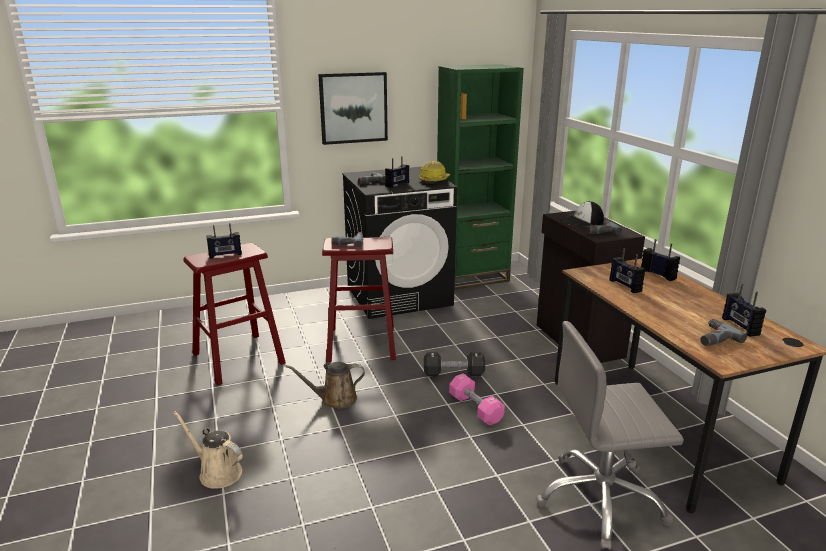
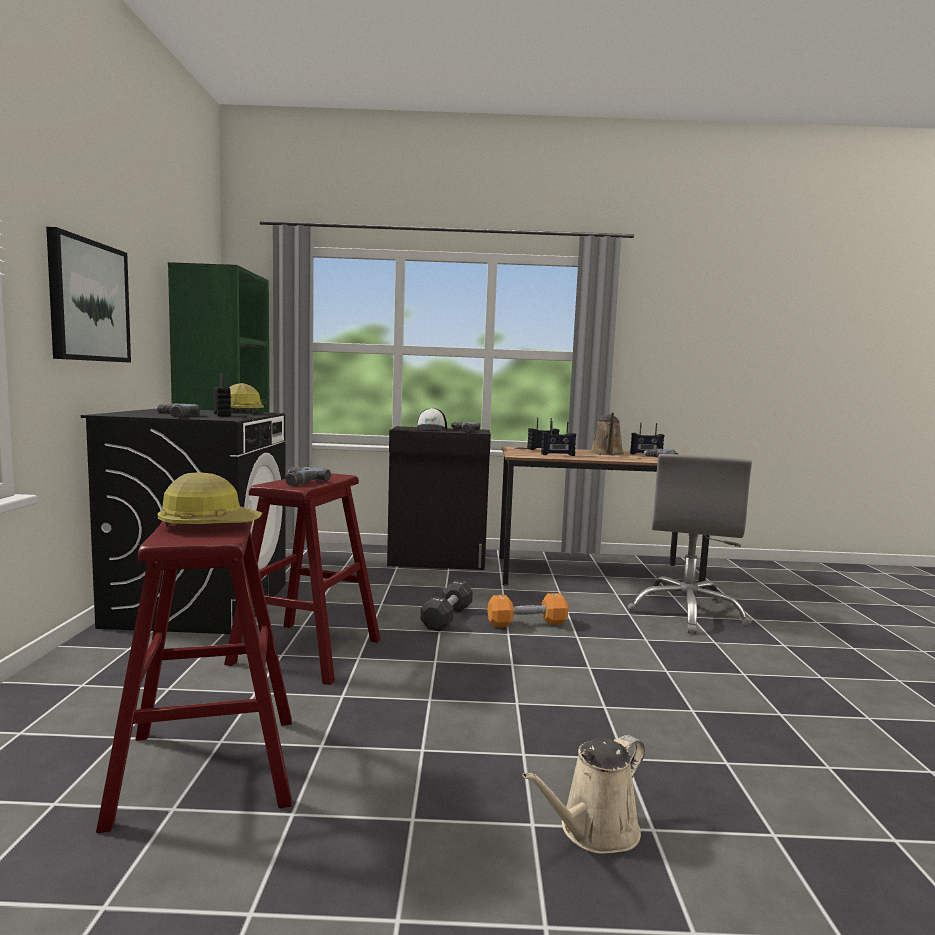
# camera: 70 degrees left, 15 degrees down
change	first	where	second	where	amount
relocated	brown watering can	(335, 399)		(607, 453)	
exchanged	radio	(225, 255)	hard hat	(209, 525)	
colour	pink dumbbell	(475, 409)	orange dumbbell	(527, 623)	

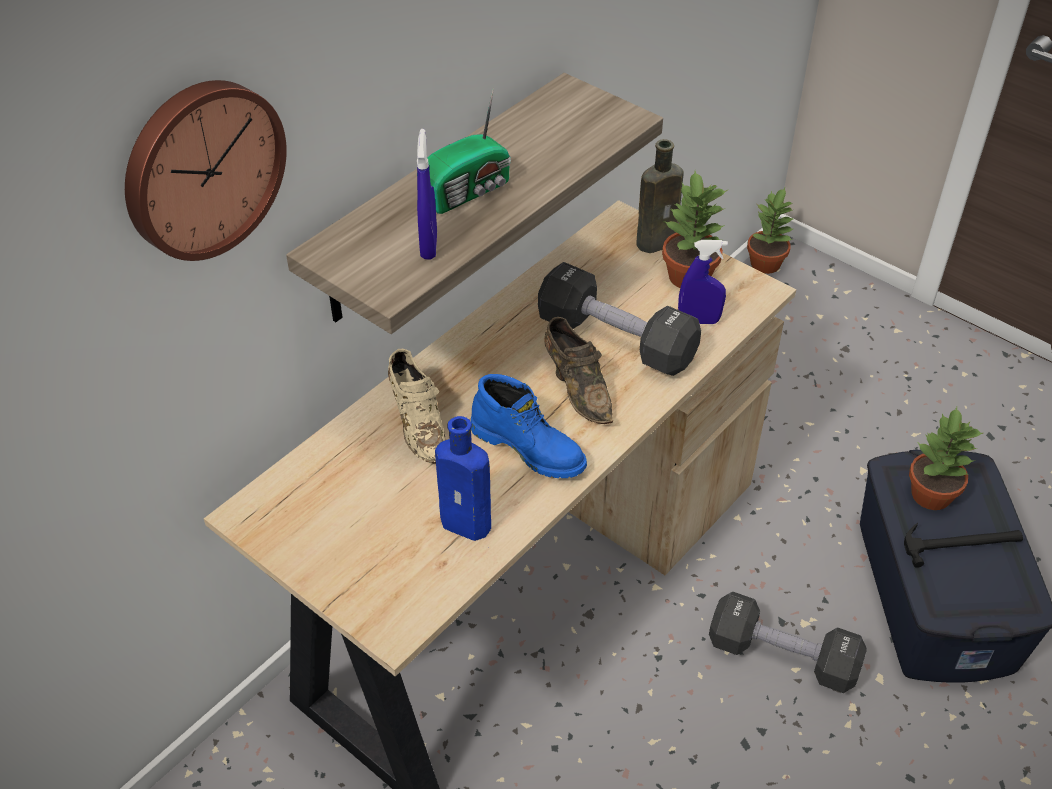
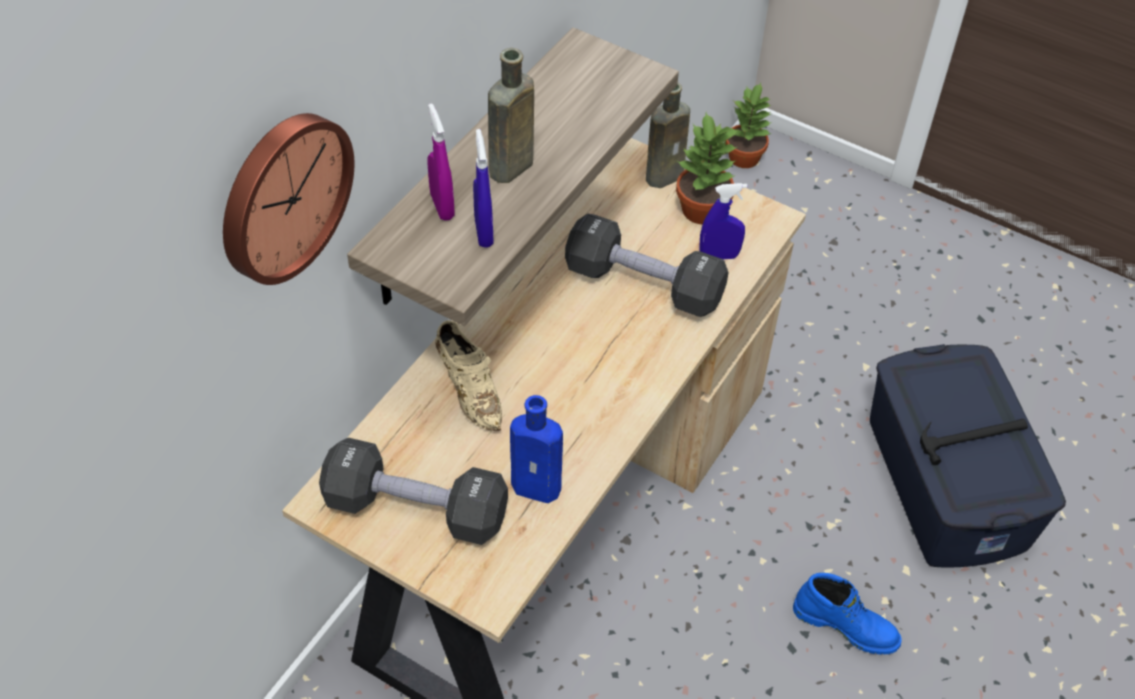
# camera: 10 degrees left, 5 degrees up
change	first	where	second	where	amount
missing	brown shoe	(578, 388)			
missing	potted plant	(930, 495)			
appeared			purple spray bottle	(442, 206)	
relocated	blue boot	(529, 447)		(846, 625)	
relocated	black dumbbell	(782, 656)		(416, 508)	
exchanged	radio	(468, 191)	brown bottle	(508, 169)	

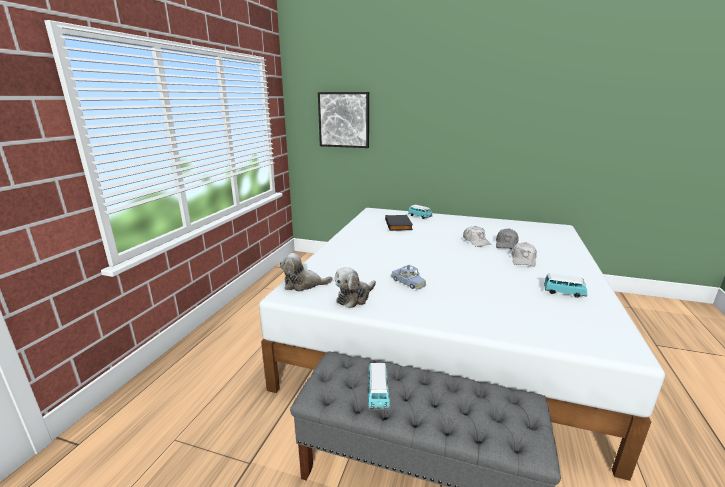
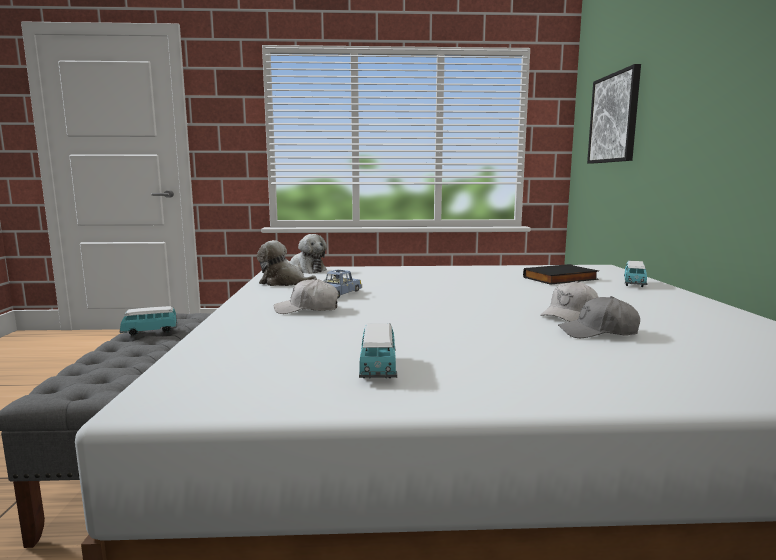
# camera: 70 degrees right, 10 degrees down
change	first	where	second	where	amount
relocated	white cap	(523, 260)		(307, 309)	
spun	plush toy	(303, 284)		(305, 270)	150 degrees clockwise

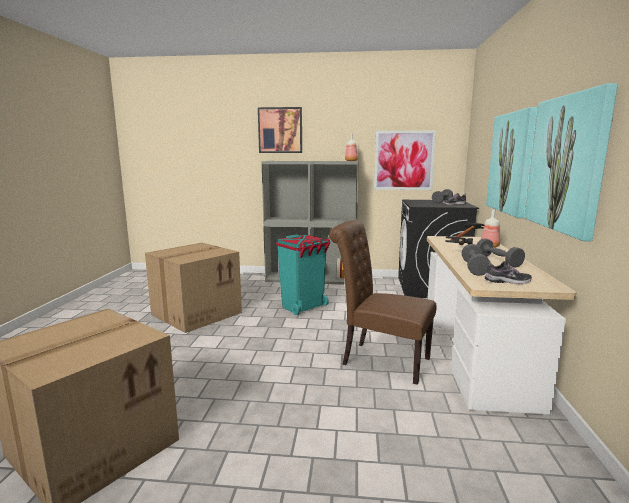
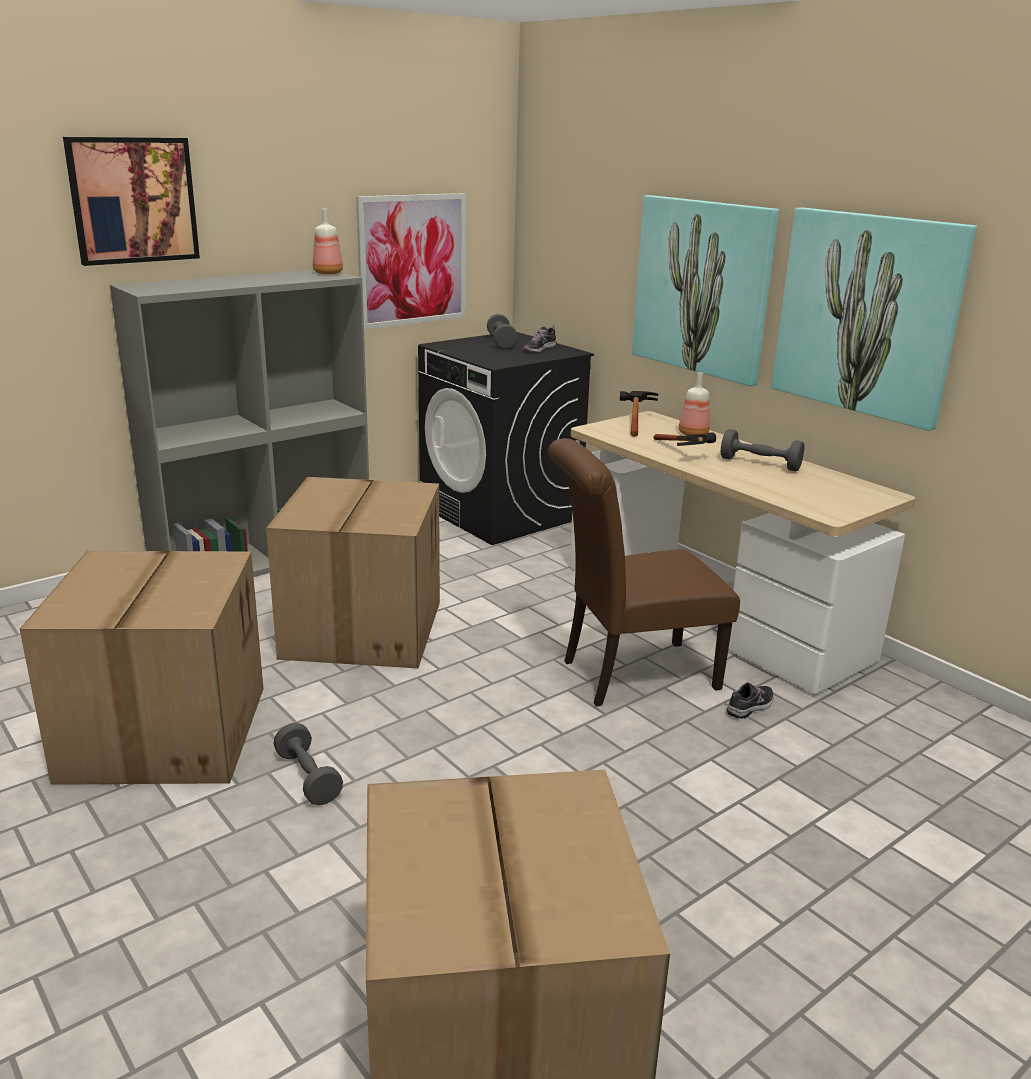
# camera: 45 degrees left, 10 degrees up
change	first	where	second	where	amount
relocated	grey dumbbell	(474, 268)		(308, 778)	
relocated	shoe	(507, 281)		(750, 707)	
exchanged	turquoise trash can	(303, 307)	cardboard box	(361, 628)	

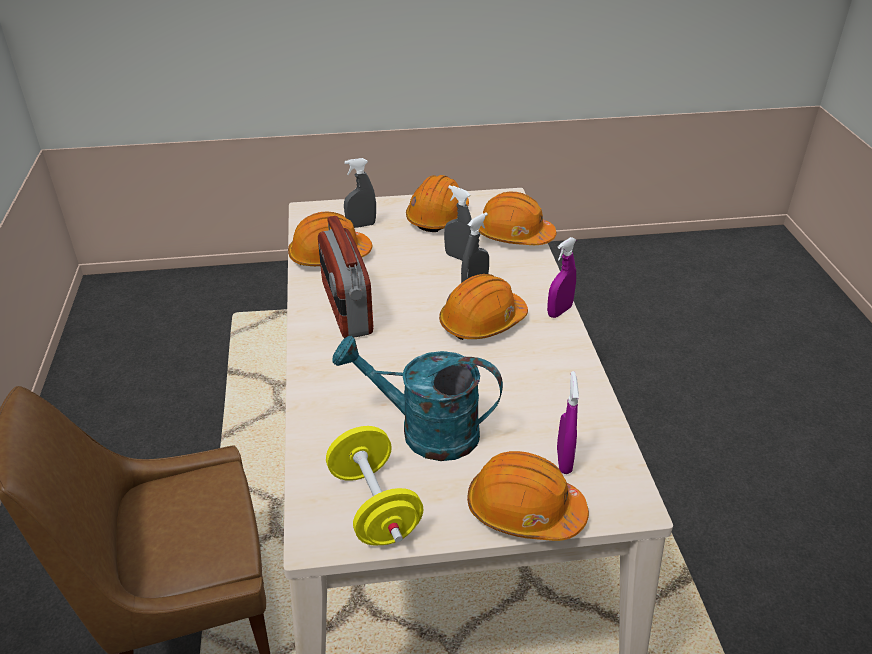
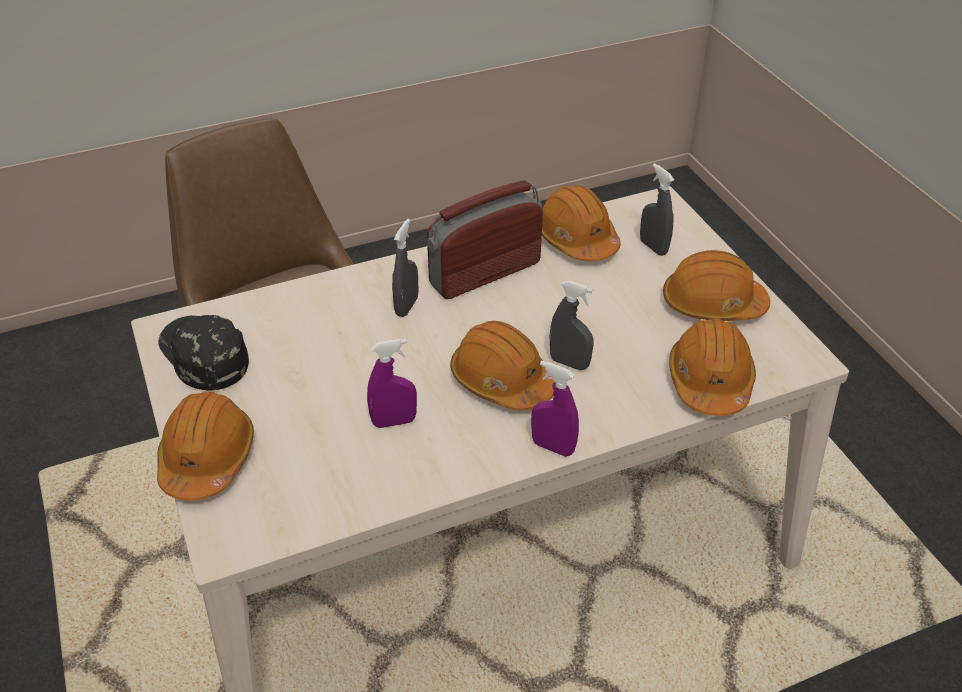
# camera: 75 degrees right, 5 degrees up
change	first	where	second	where	amount
missing	turquoise watering can	(425, 431)			
relocated	grey spray bottle	(458, 257)		(406, 306)	
relocated	purple spray bottle	(564, 460)		(394, 422)	
exchanged	yellow dumbbell	(374, 506)	black cap	(202, 355)	

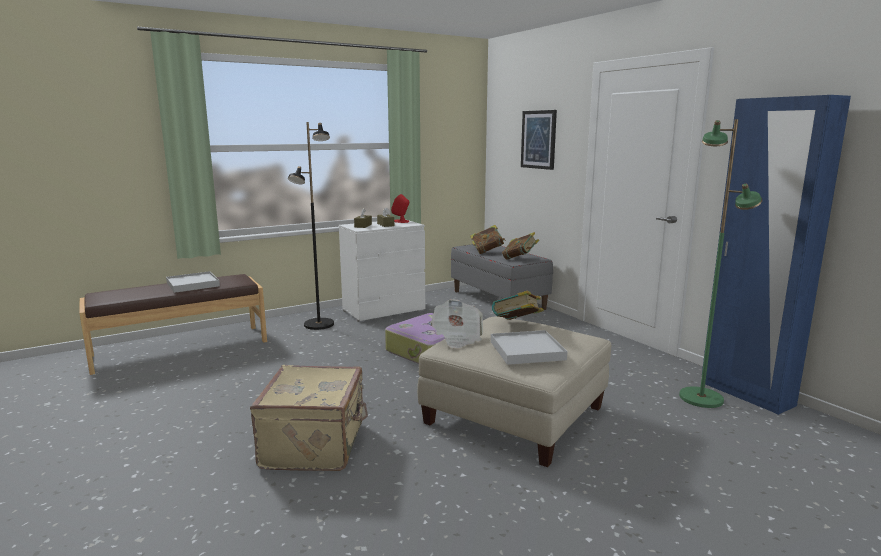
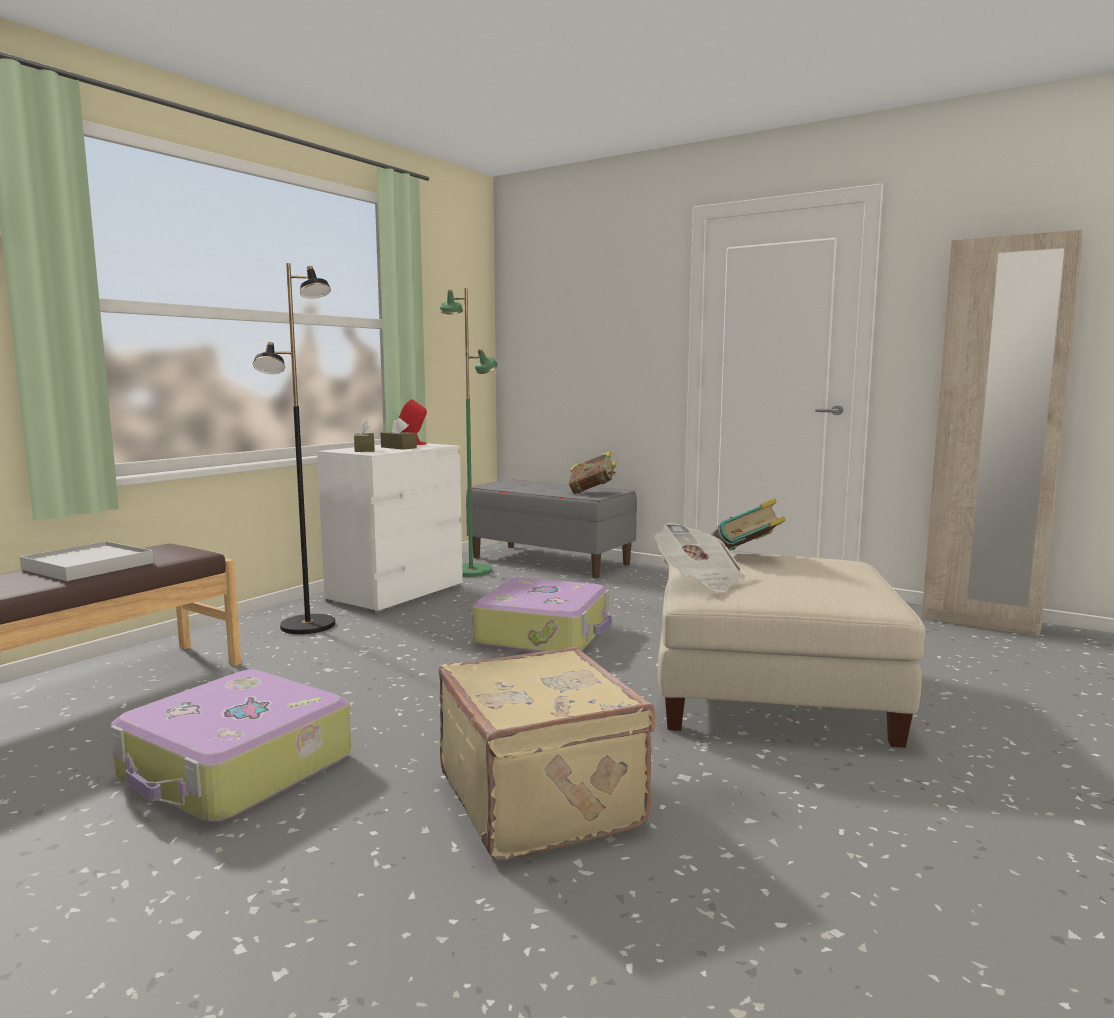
# camera: 25 degrees left, 5 degrees down
change	first	where	second	where	amount
missing	book	(487, 252)			
missing	white tray	(527, 351)			
missing	picture	(538, 139)			
appeared			suitcase	(236, 769)	
relocated	green floor lamp	(701, 398)		(471, 571)	
colour	blue wardrobe	(746, 394)	beige wardrobe	(980, 622)	

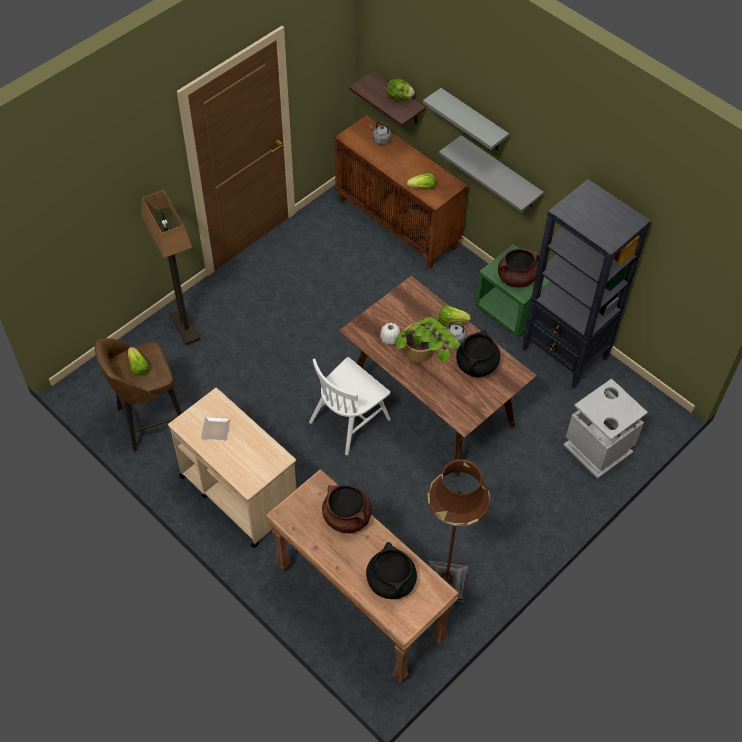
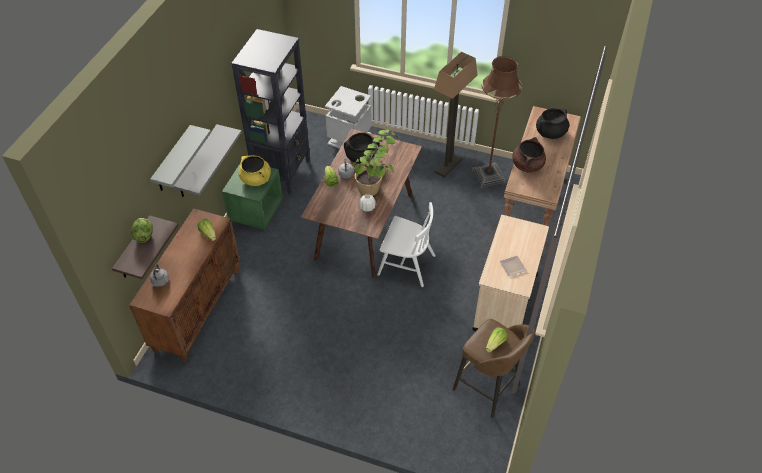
# camera: 115 degrees left, 5 degrees down
change	first	where	second	where	amount
relocated	floor lamp	(184, 327)		(448, 166)	
colour	brown cooking pot	(516, 278)	yellow cooking pot	(256, 179)	

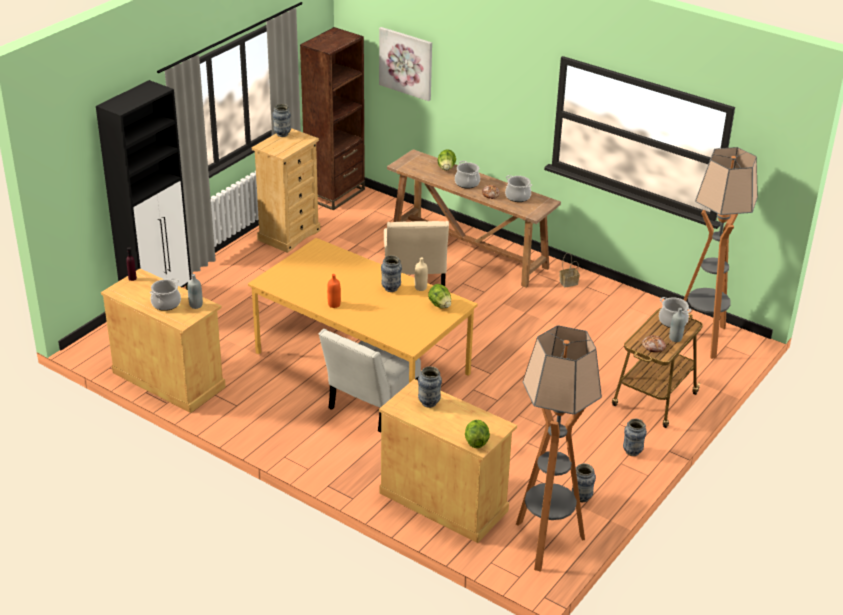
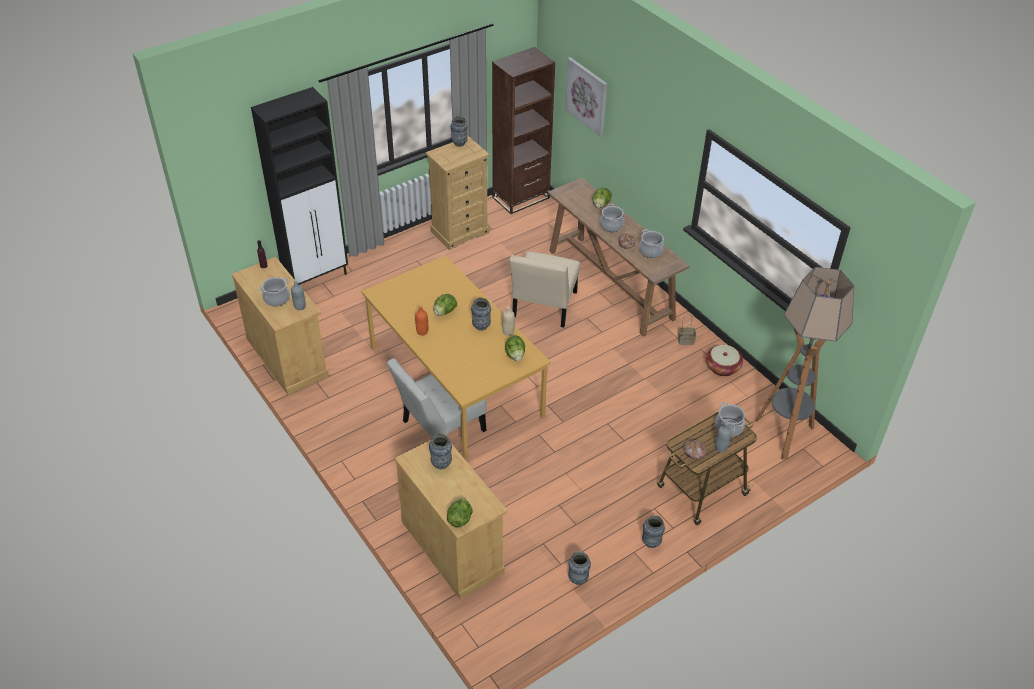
# camera: 20 degrees right, 10 degrees up
change	first	where	second	where	amount
missing	floor lamp	(546, 543)			
appeared			lettuce	(444, 312)	
appeared			basket	(722, 367)	

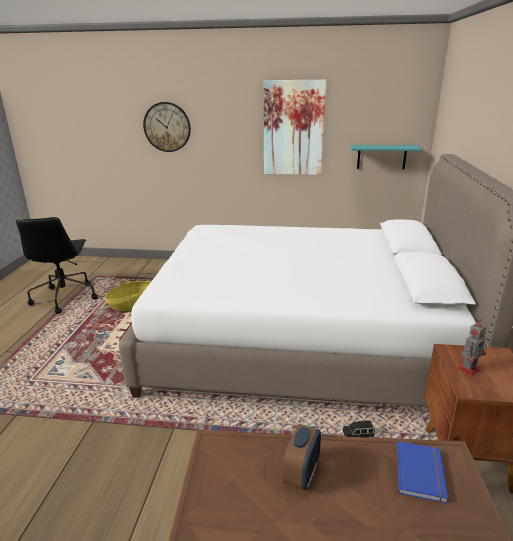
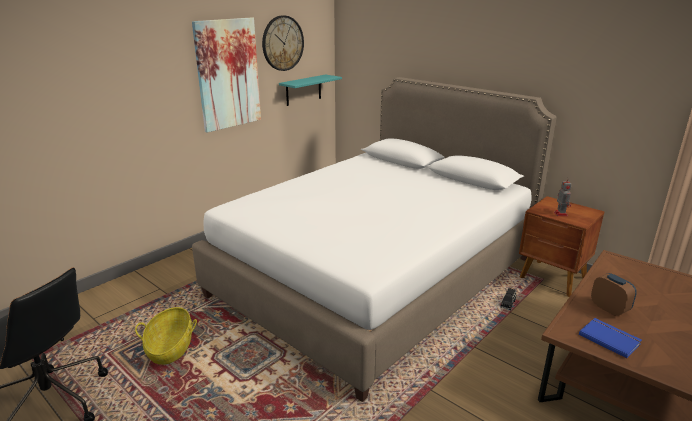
# camera: 55 degrees left, 0 degrees up
change	first	where	second	where	amount
relocated	wall clock	(167, 127)		(282, 43)	
relocated	blue book	(421, 472)		(609, 338)	

